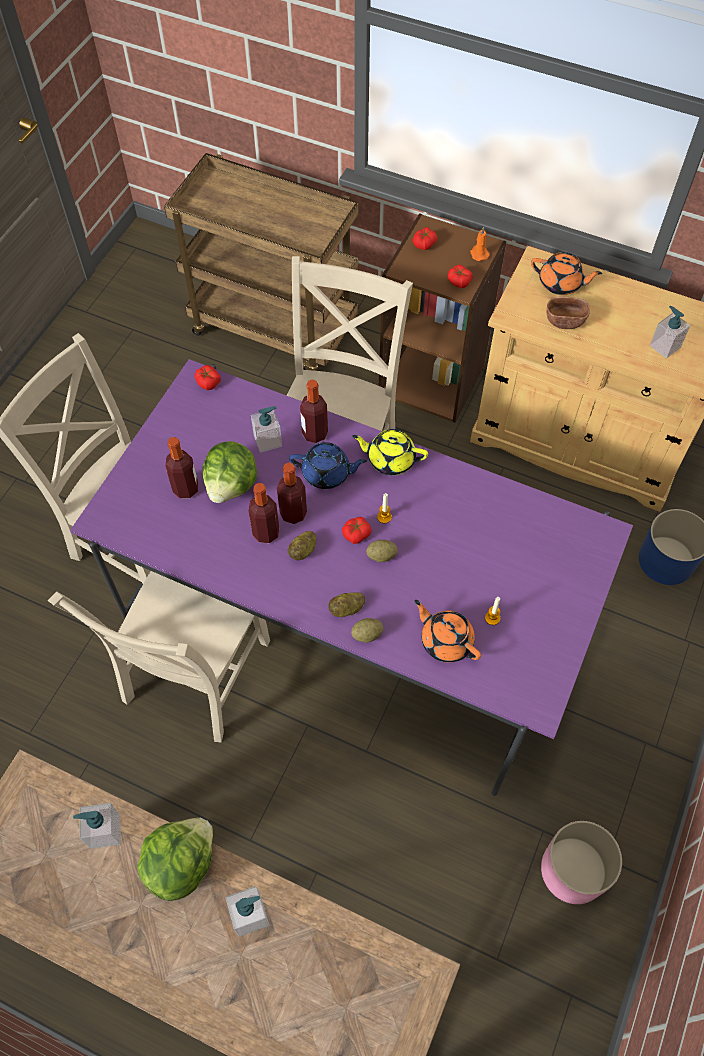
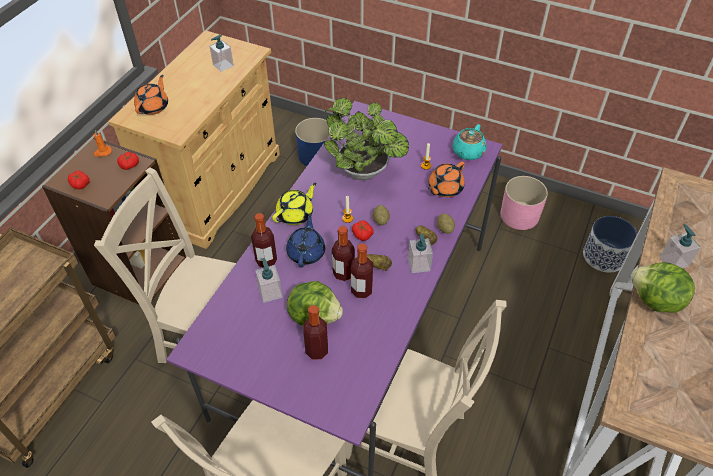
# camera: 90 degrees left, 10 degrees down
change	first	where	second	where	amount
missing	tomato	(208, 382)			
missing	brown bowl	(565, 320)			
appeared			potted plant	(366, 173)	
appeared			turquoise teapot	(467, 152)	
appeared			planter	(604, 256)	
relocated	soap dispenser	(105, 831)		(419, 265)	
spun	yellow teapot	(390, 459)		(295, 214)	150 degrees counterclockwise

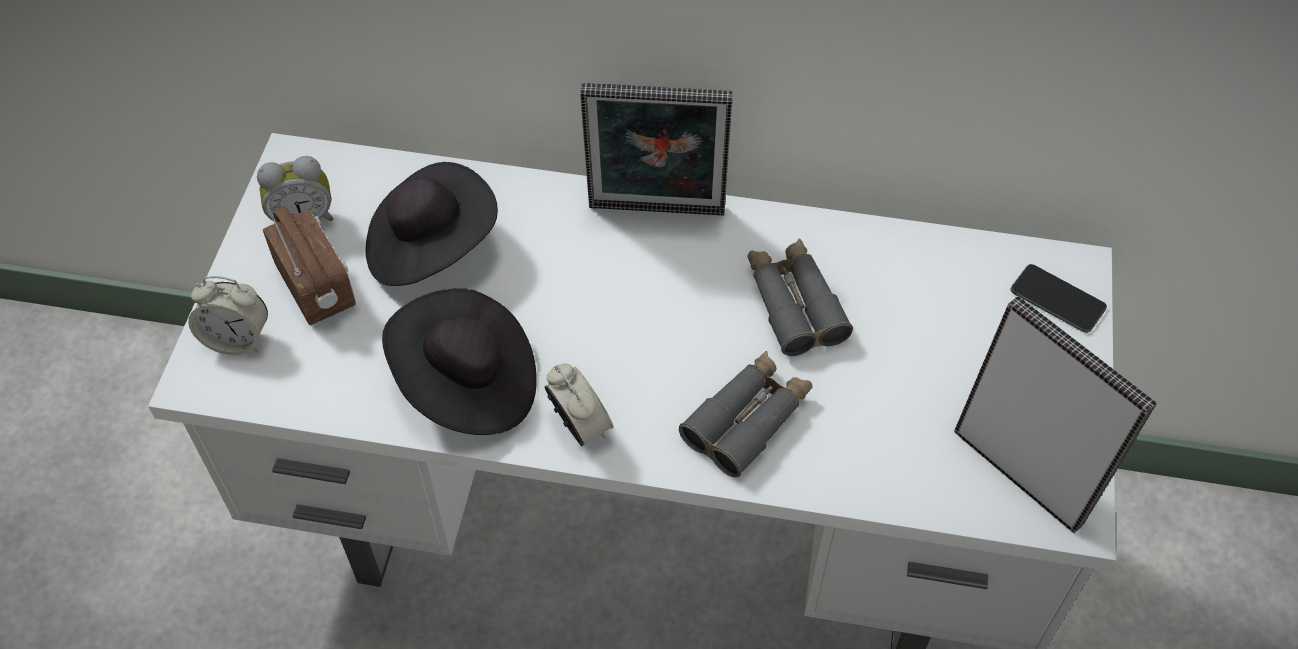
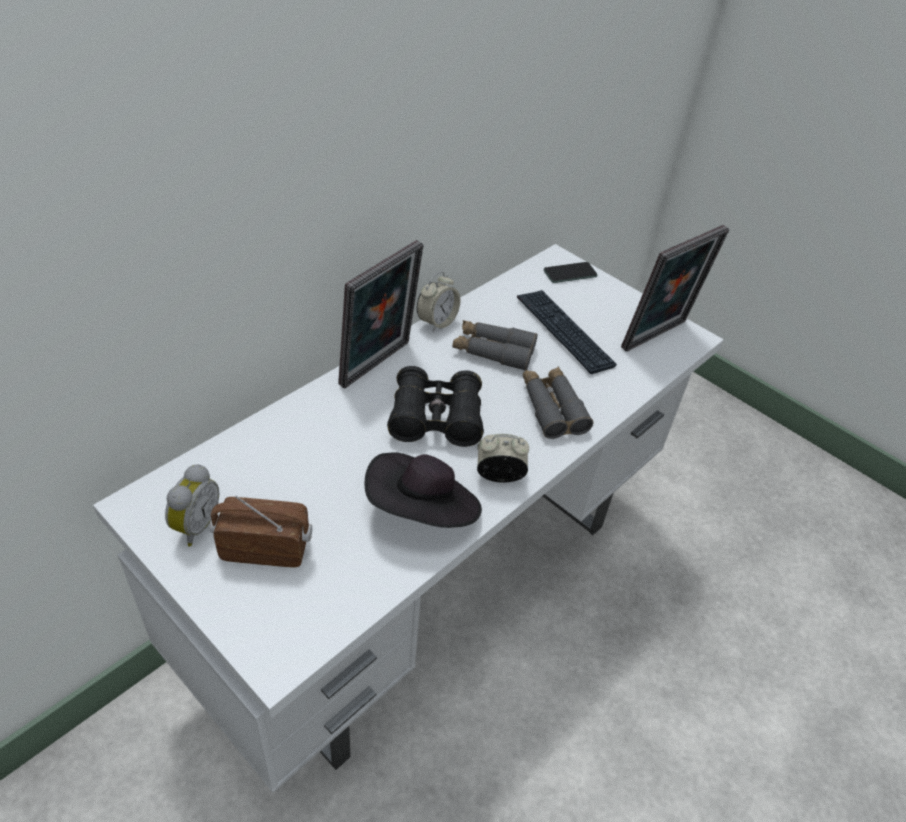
# camera: 60 degrees left, 10 degrees down
change	first	where	second	where	amount
missing	black hat	(431, 247)			
appeared			black binoculars	(436, 418)	
appeared			keyboard	(564, 332)	
relocated	alarm clock	(237, 339)		(437, 322)	
spun	picture frame	(1023, 472)		(657, 337)	150 degrees clockwise

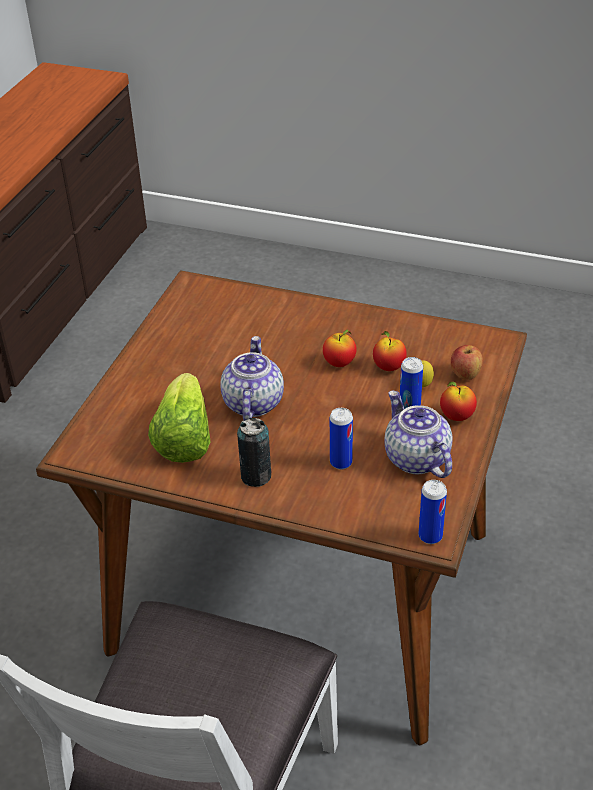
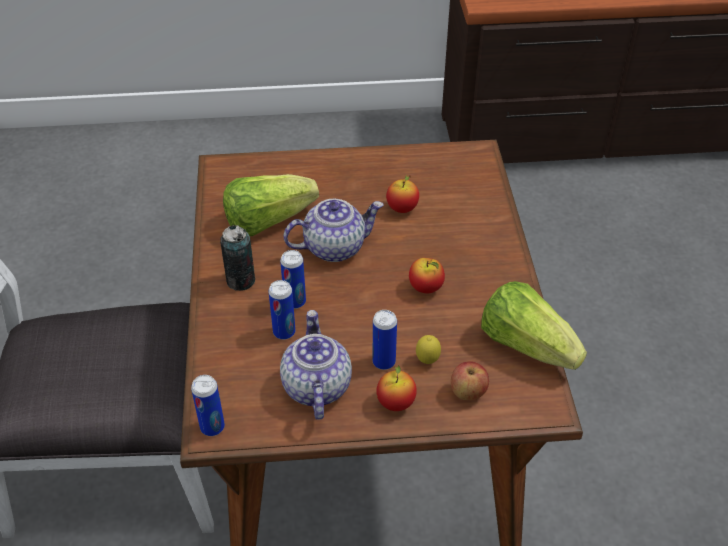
# camera: 65 degrees right, 5 degrees up
change	first	where	second	where	amount
appeared			can	(295, 302)	
appeared			lettuce	(526, 344)	
relocated	apple	(388, 367)		(402, 208)	
spun	teapot	(415, 458)		(315, 386)	45 degrees counterclockwise

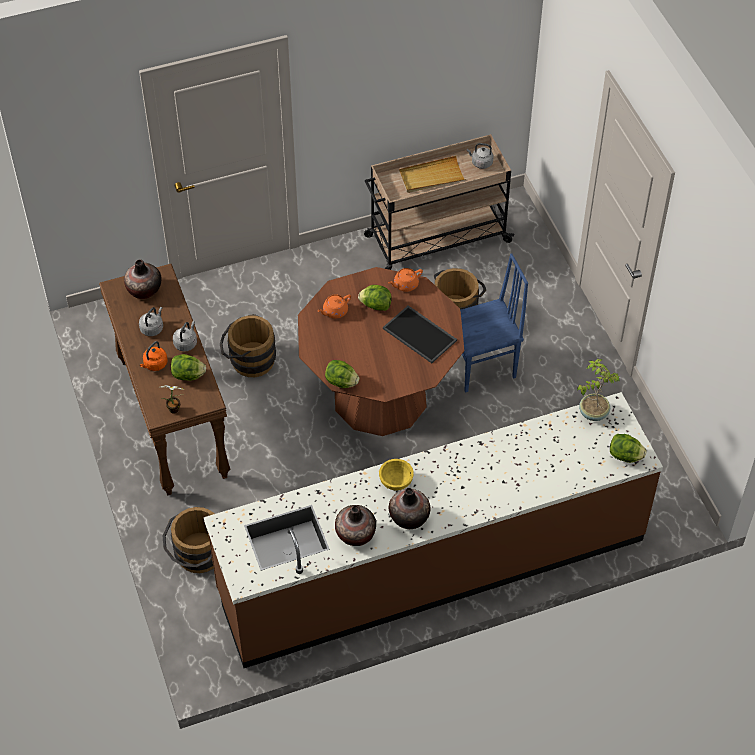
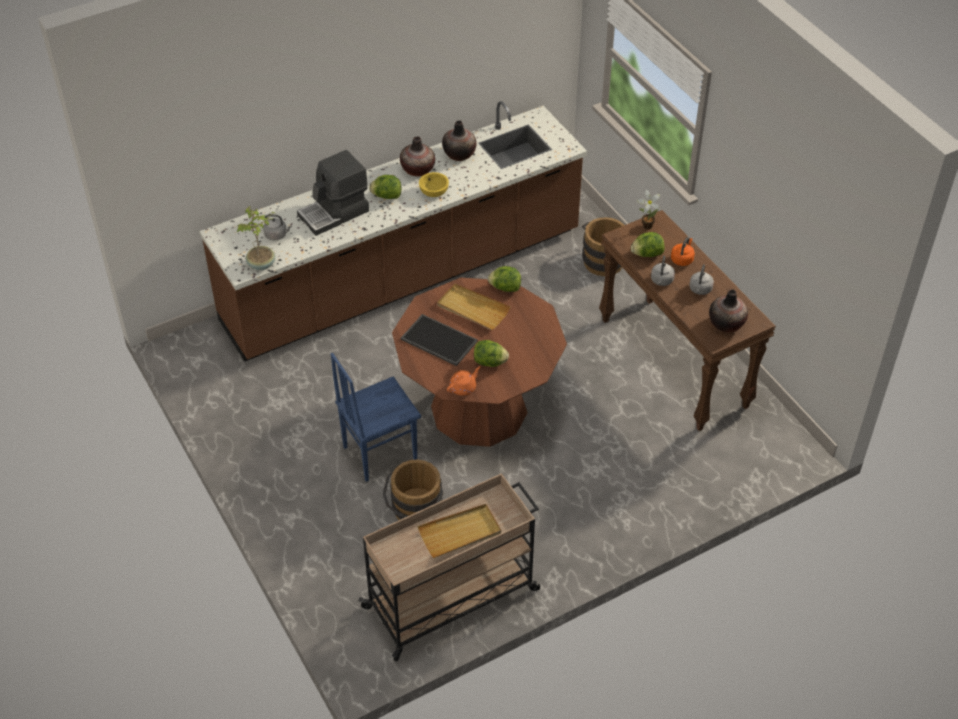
# camera: 170 degrees right, 5 degrees down
change	first	where	second	where	amount
missing	brown bucket	(248, 360)			
missing	orange teapot	(334, 311)			
appeared			coffee machine	(334, 213)	
appeared			beige tray	(472, 309)	
relocated	grey kettle	(480, 163)		(277, 235)	
relocated	lettuce	(625, 456)		(386, 196)	

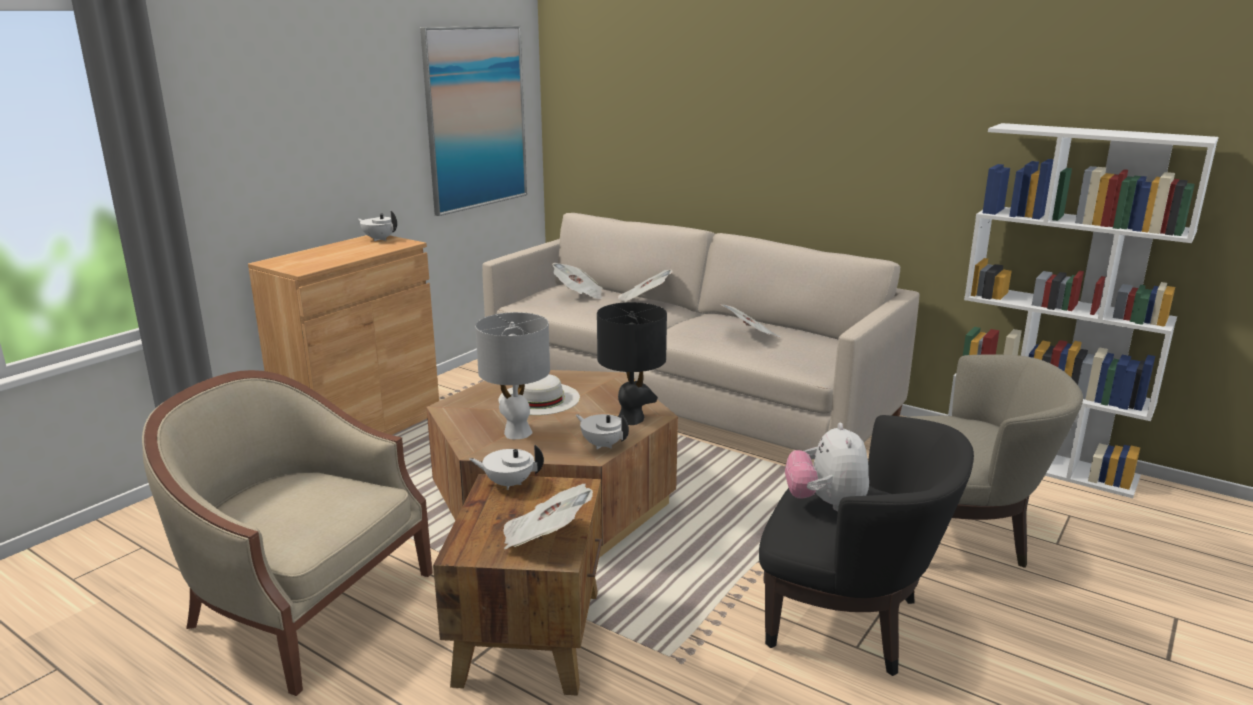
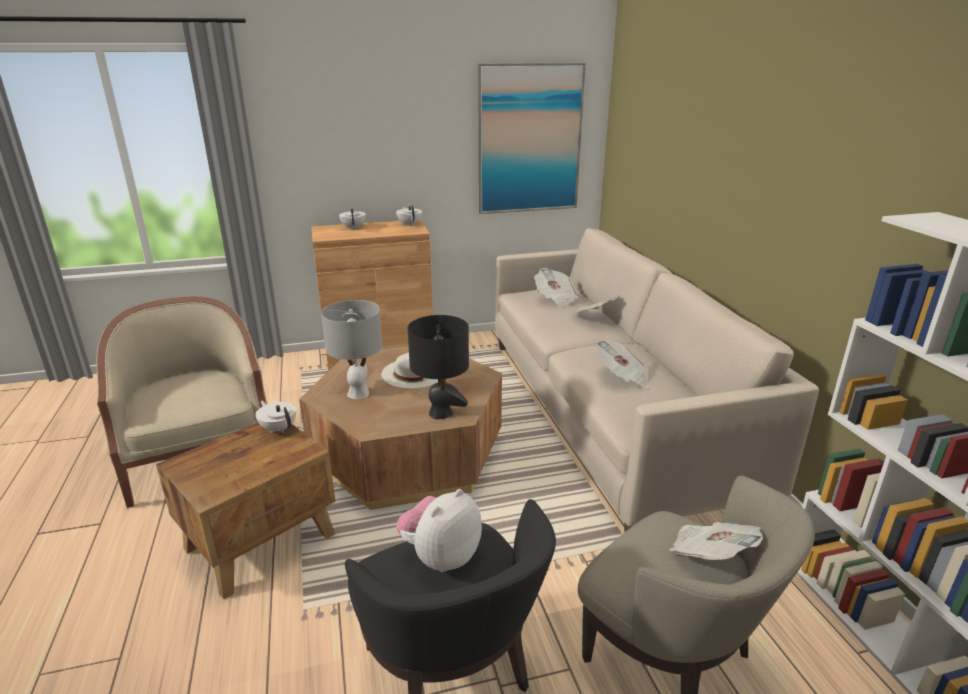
# camera: 40 degrees right, 5 degrees up
change	first	where	second	where	amount
relocated	newspaper	(545, 538)		(710, 555)	
relocated	white teapot	(602, 445)		(353, 228)	

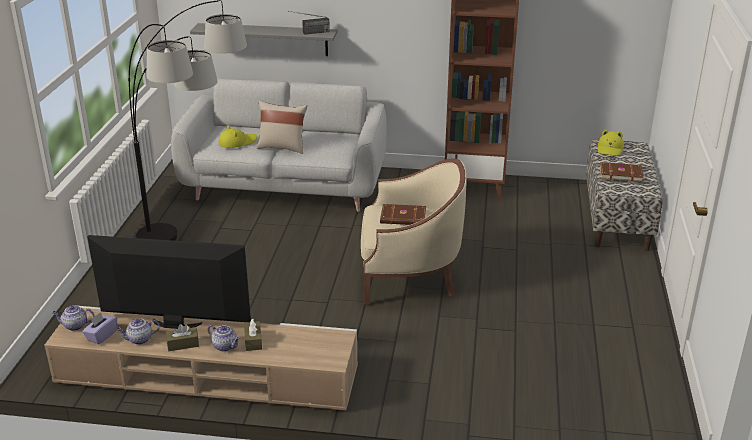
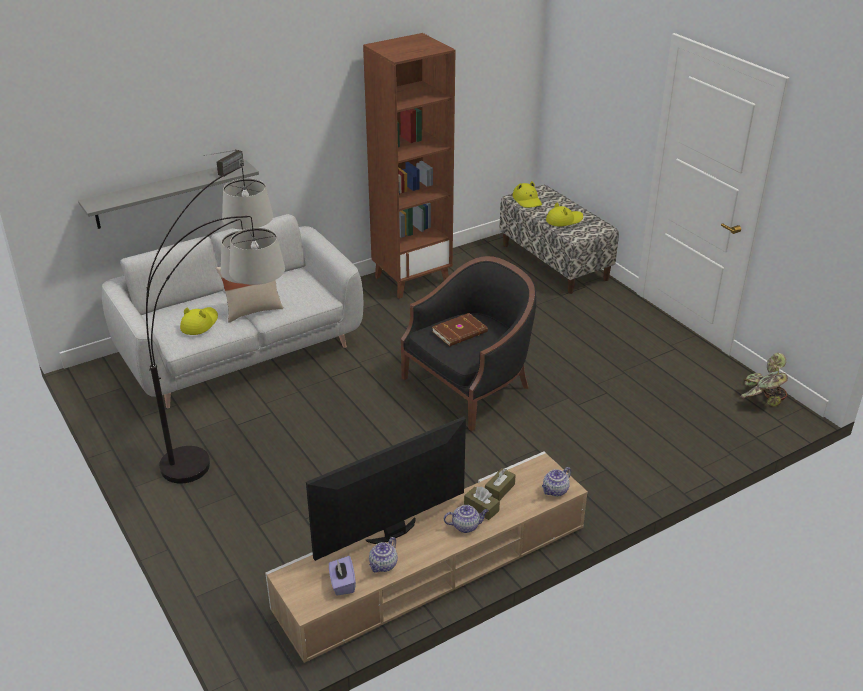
# camera: 40 degrees left, 5 degrees up
change	first	where	second	where	amount
appeared			potted plant	(761, 397)	
relocated	teapot	(75, 326)		(555, 491)	
relocated	brown tissue box	(183, 344)		(499, 490)	
exchanged	brown book	(620, 173)	yellow hat	(564, 220)	
colour	beige armchair	(409, 276)	black armchair	(470, 387)	

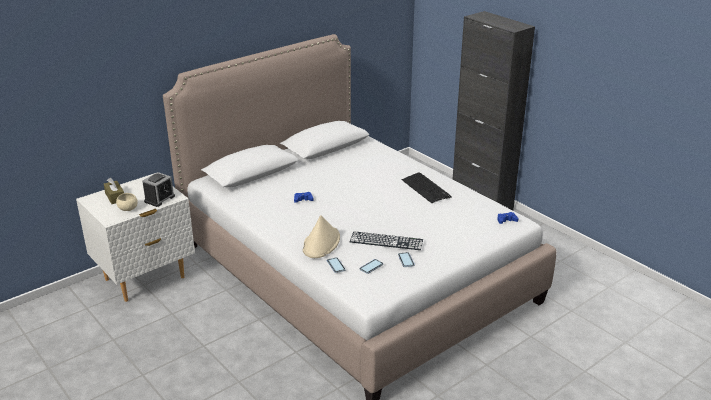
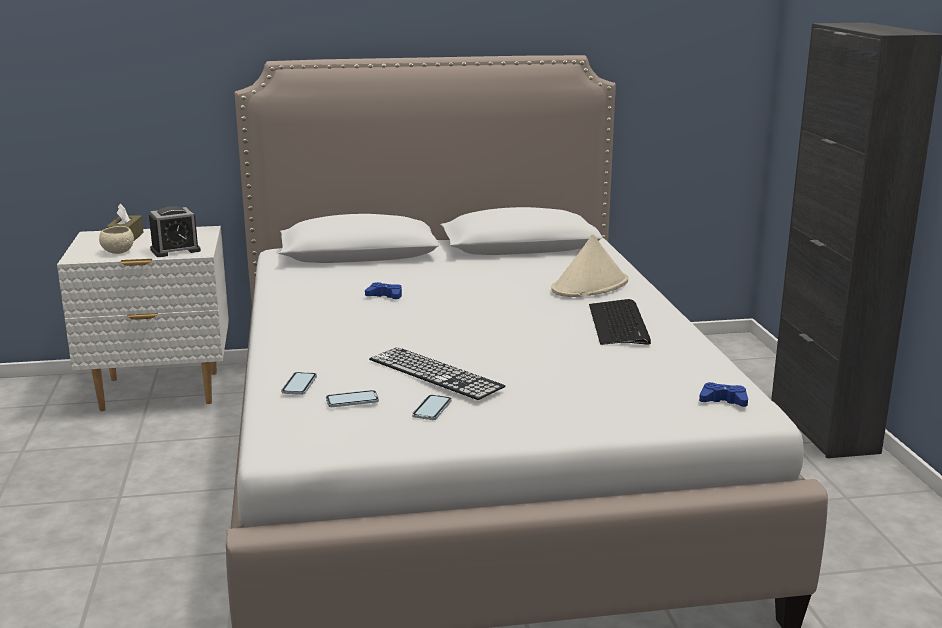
# camera: 30 degrees right, 10 degrees down
change	first	where	second	where	amount
relocated	beige hat	(321, 243)		(590, 286)	

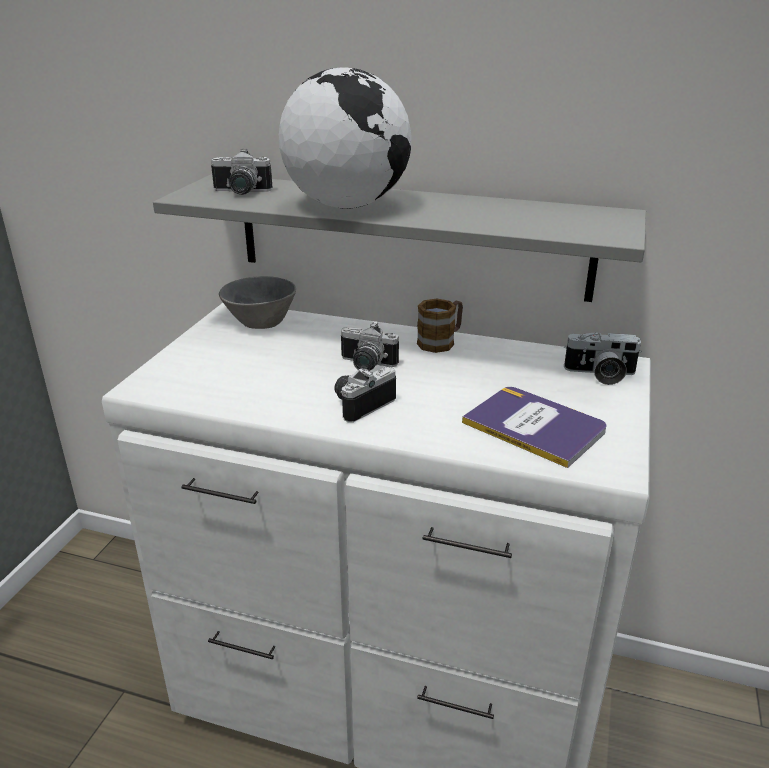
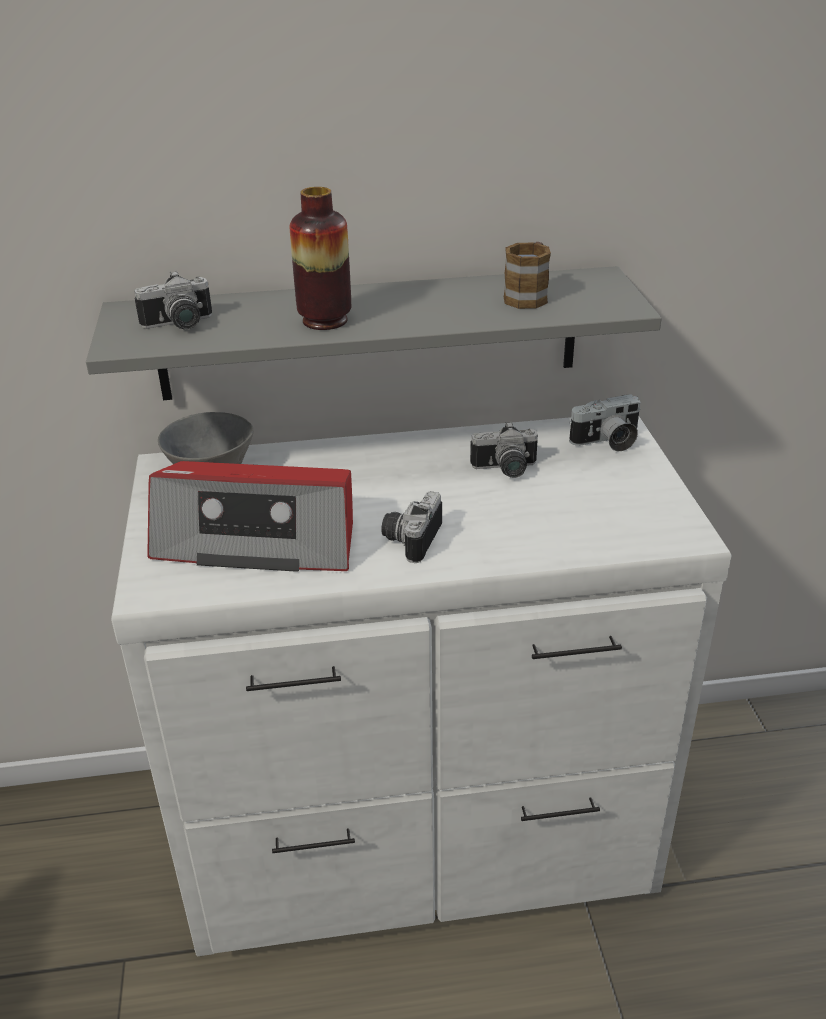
# camera: 25 degrees left, 5 degrees up
change	first	where	second	where	amount
missing	book	(535, 426)			
appeared			radio	(259, 539)	
relocated	photo camera	(365, 365)		(505, 470)	
relocated	mug	(441, 341)		(528, 296)	
exchanged	globe	(346, 206)	vase	(325, 320)	

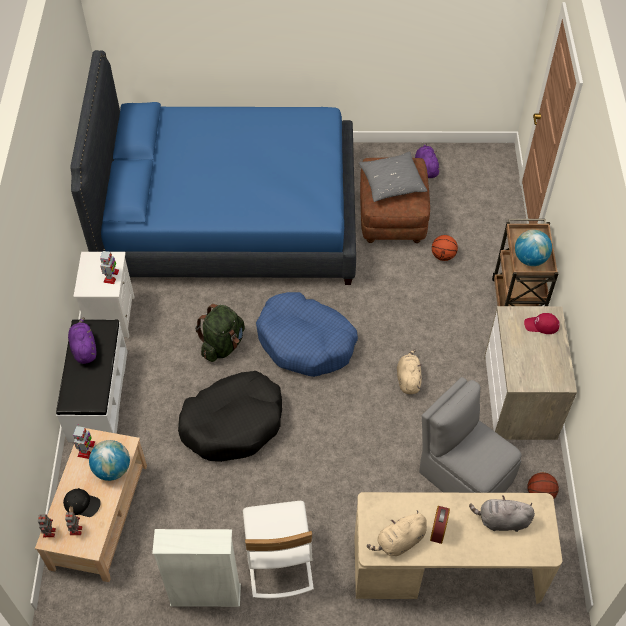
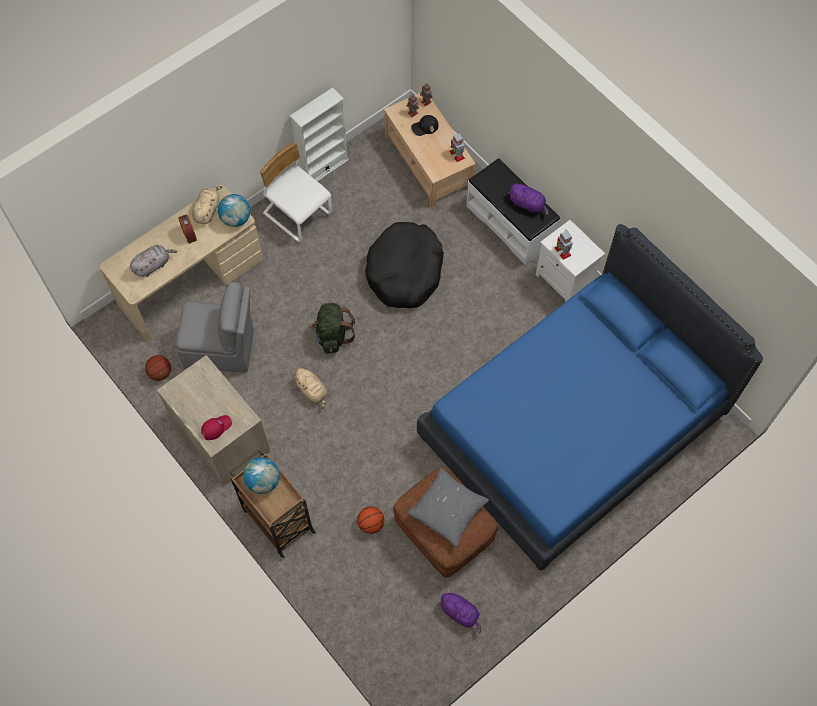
# camera: 140 degrees right, 10 degrees up
change	first	where	second	where	amount
missing	blue dog bed	(306, 342)			
relocated	globe	(112, 469)		(236, 219)	
relocated	green backpack	(222, 345)		(333, 335)	

